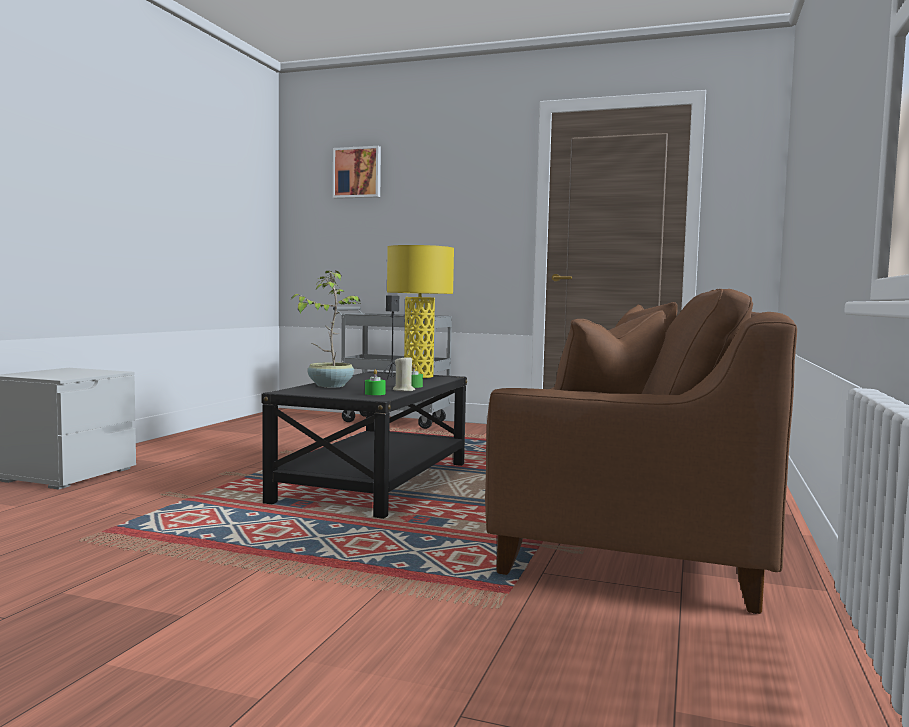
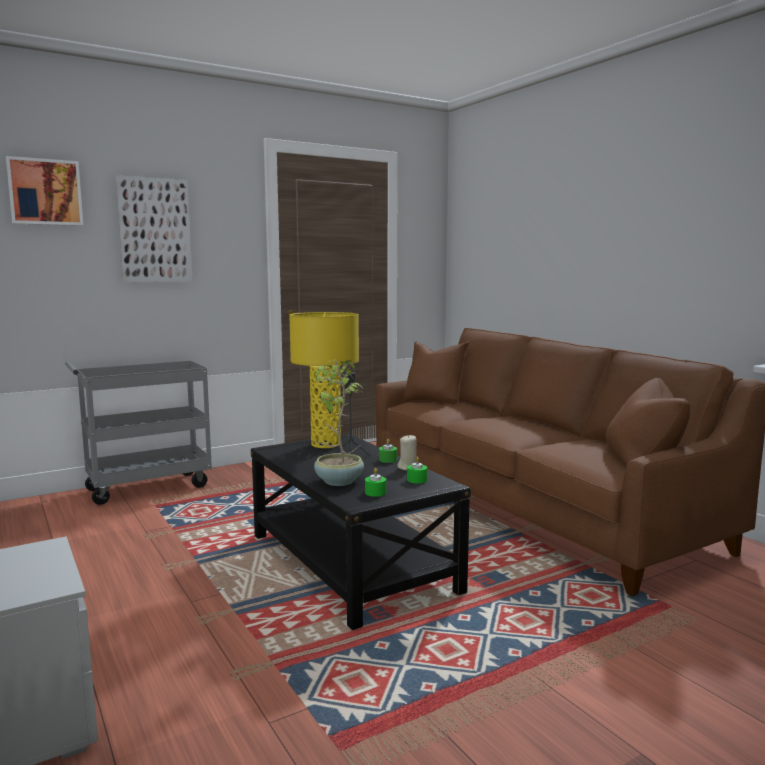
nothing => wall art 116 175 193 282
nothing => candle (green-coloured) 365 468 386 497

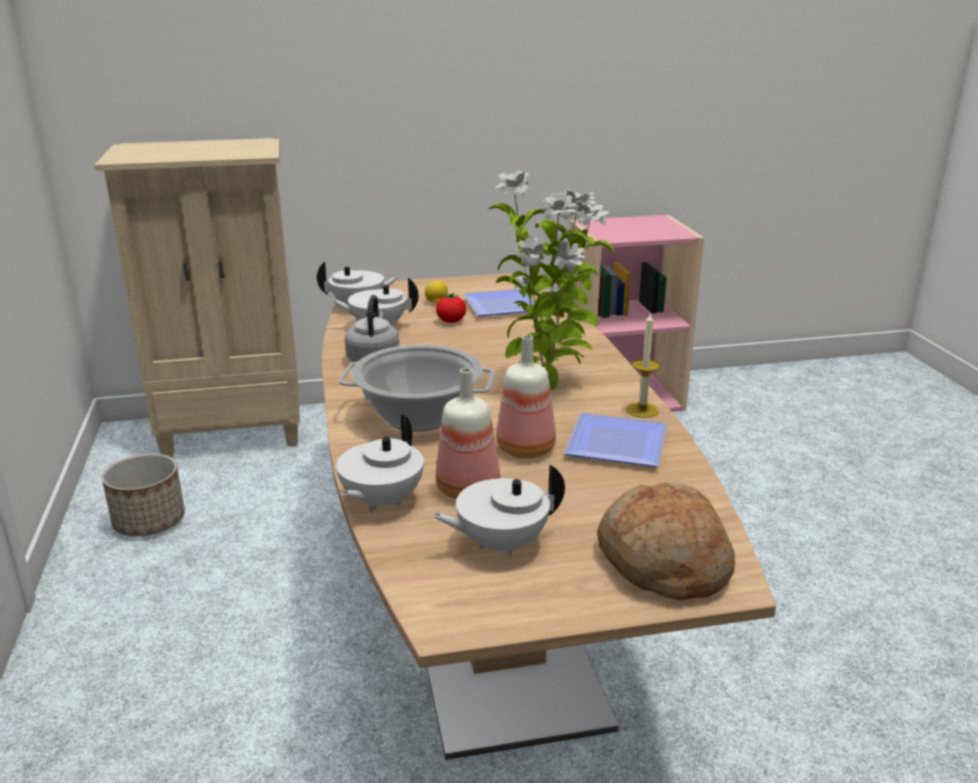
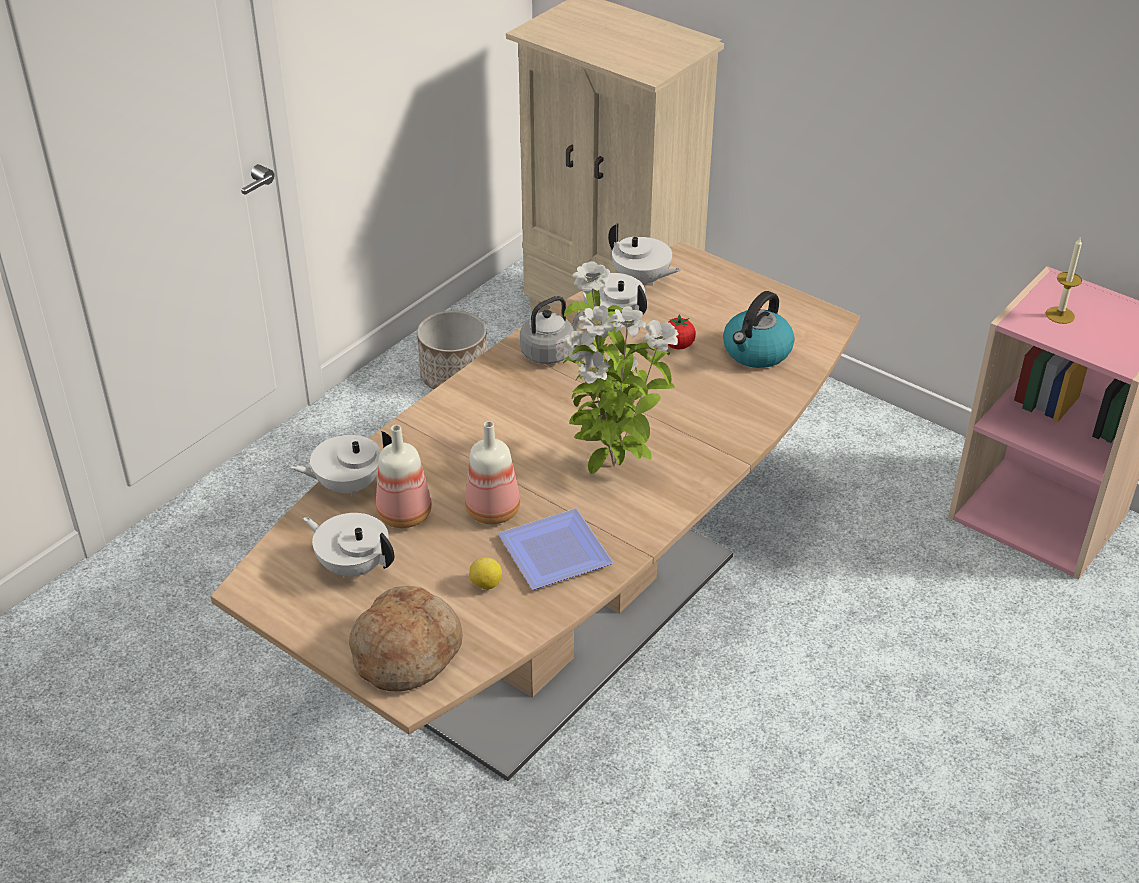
whole lemon 425 280 448 303 => whole lemon 469 558 502 590, moved
flat dish 463 289 536 316 => kettle 723 291 794 368
candle 626 311 660 418 => candle 1046 236 1082 324, moved
cooking pot 339 344 495 432 => nothing

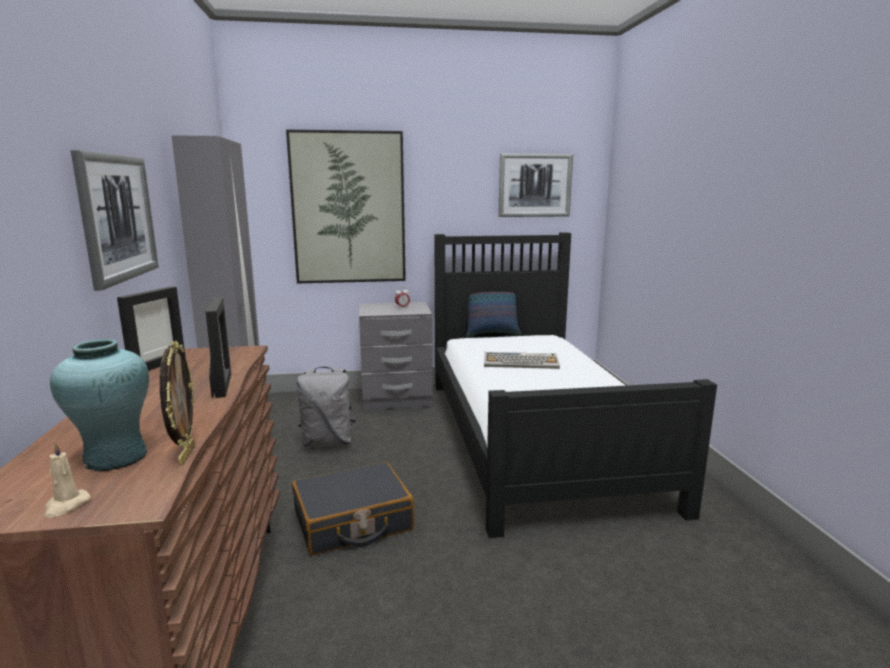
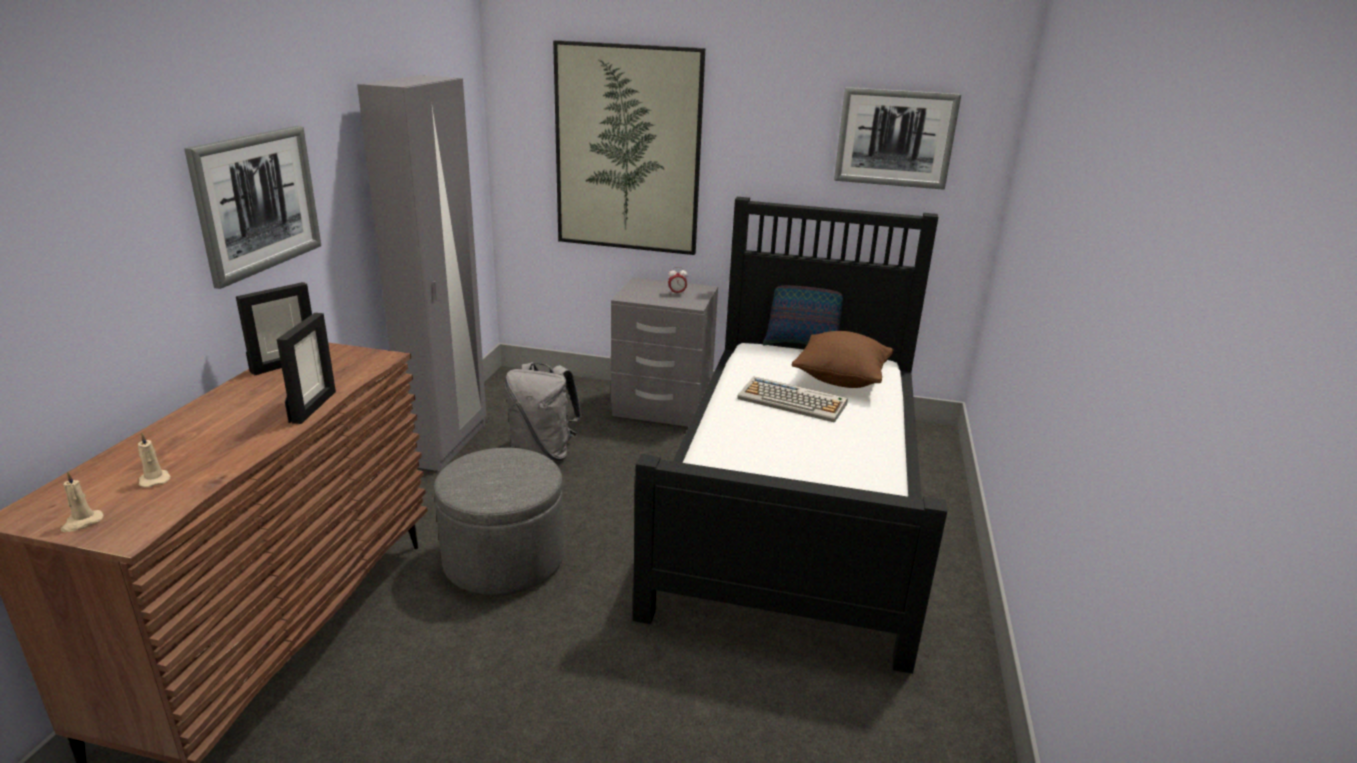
vase (blue-green) 50 339 149 471 => candle (beige-coloured) 138 433 171 487
piece of luggage (black) 292 462 414 555 => footrest (greyish) 434 448 564 596
nothing => throw pillow (brown) 791 331 894 388
picture frame 160 341 195 465 => nothing

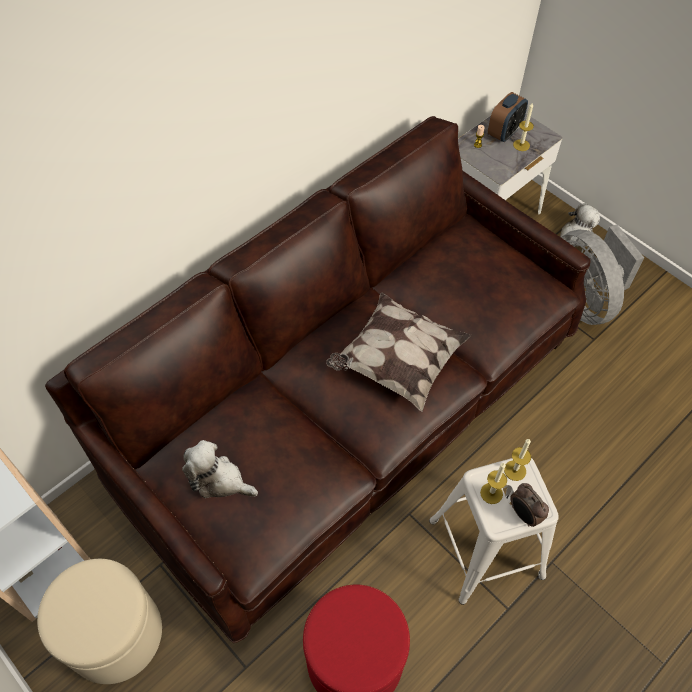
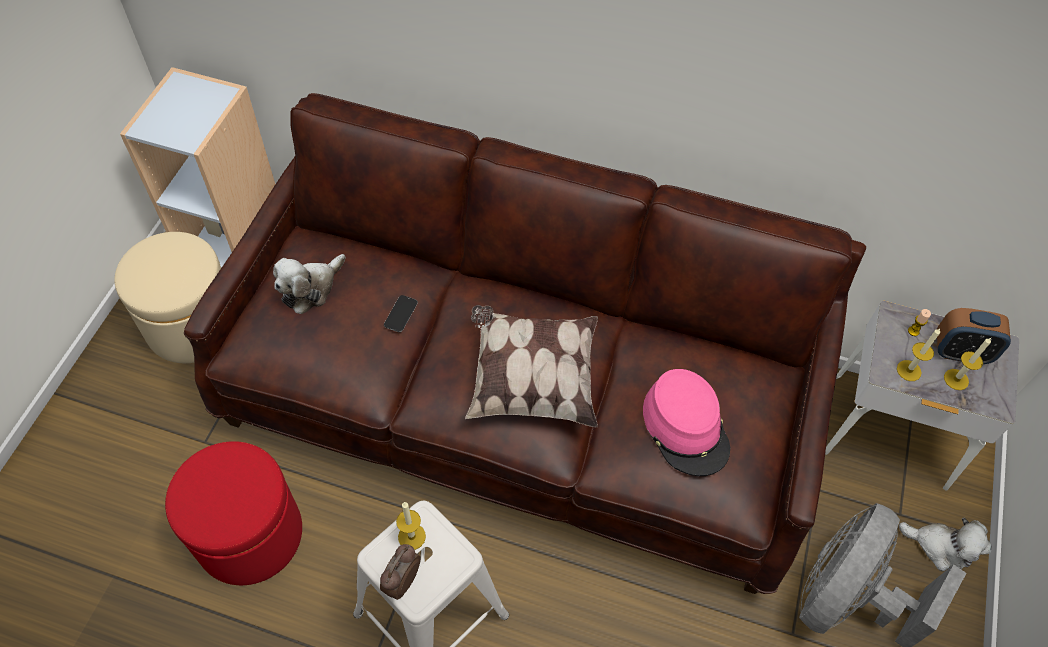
cuddly toy 182 440 258 498 => cuddly toy 273 254 346 314, 135 degrees counterclockwise
nothing => phone 384 295 418 332
nothing => wearable hat (pinkish) 643 369 730 476
candle 504 439 531 481 => candle 897 329 940 381, moved

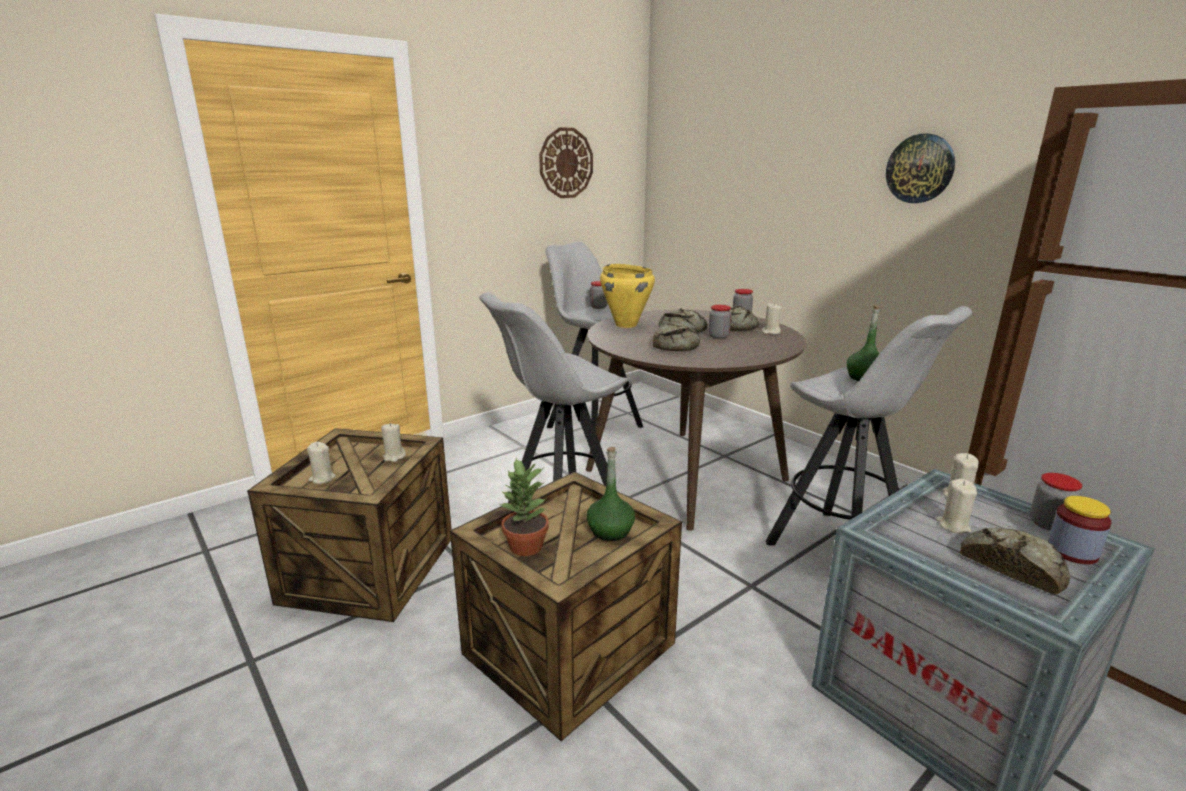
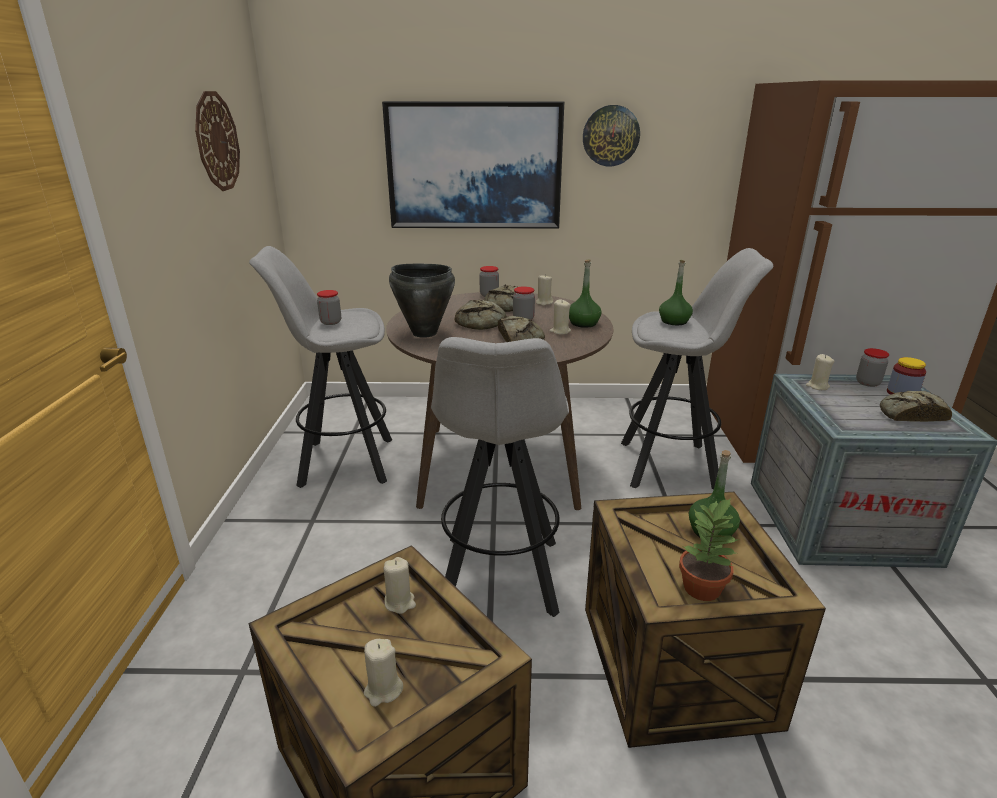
nothing => wall art 382 101 564 229
cooking pot (yellowish) 600 264 655 328 => cooking pot (black) 389 264 455 338
candle (beige-coloured) 936 479 977 534 => candle (beige-coloured) 550 299 571 335, moved
nothing => drink bottle (green-coloured) 569 259 602 328

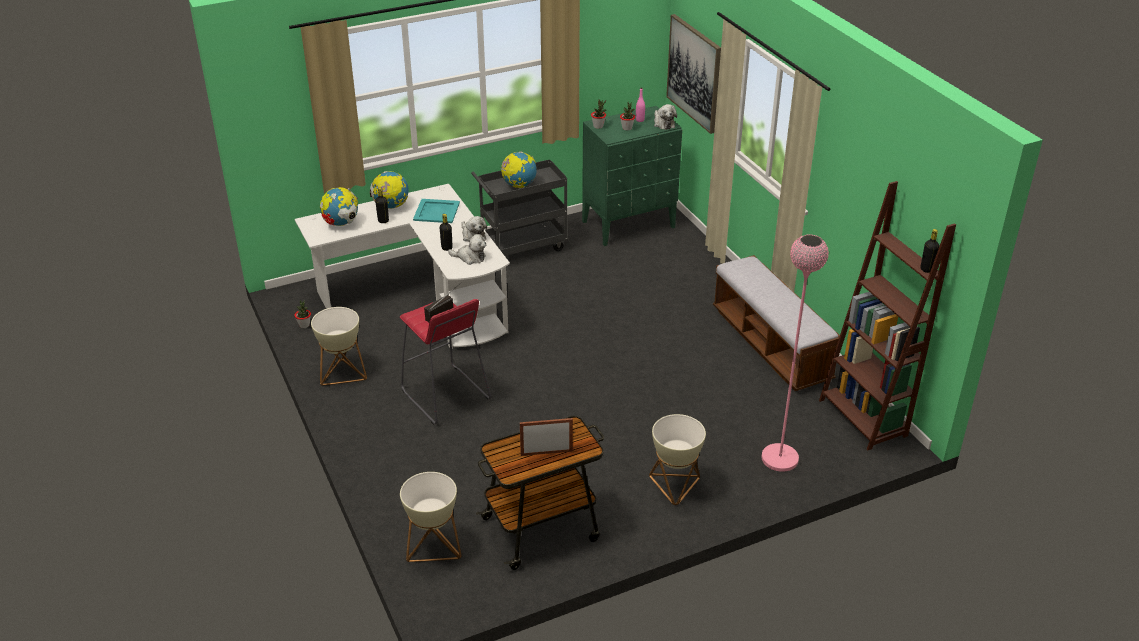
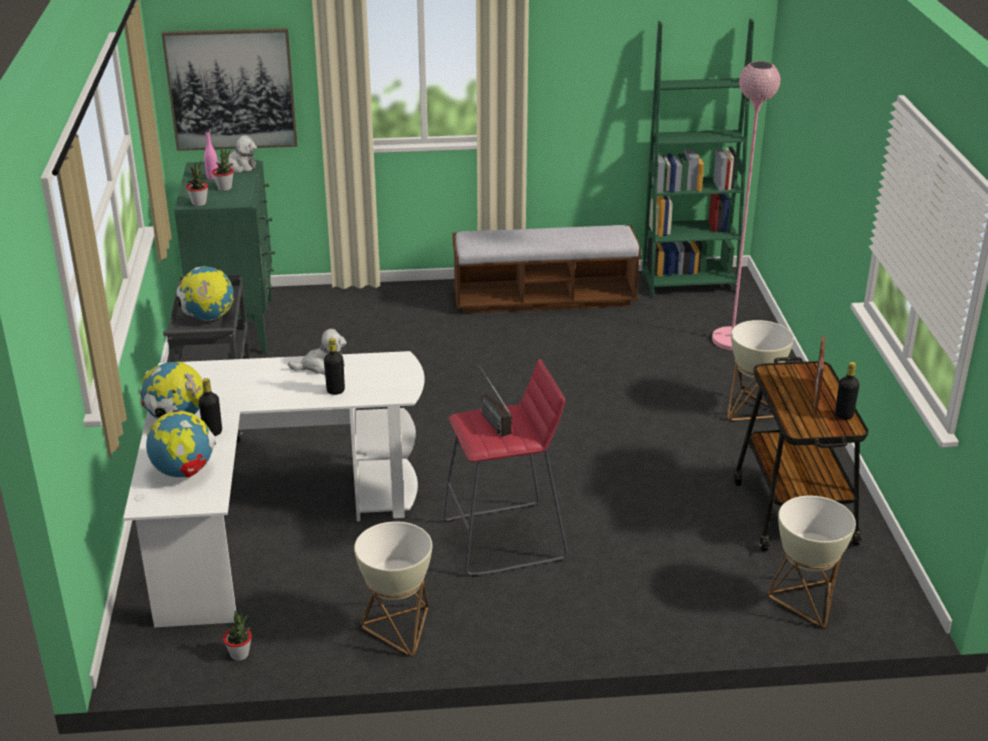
bookcase (brown) 819 181 956 450 => bookcase (green-coloured) 642 19 754 298
drink bottle (black) 921 229 939 273 => drink bottle (black) 835 362 860 420, moved
tray (blue-green) 413 199 460 223 => nothing
cuddly toy 448 234 486 265 => nothing

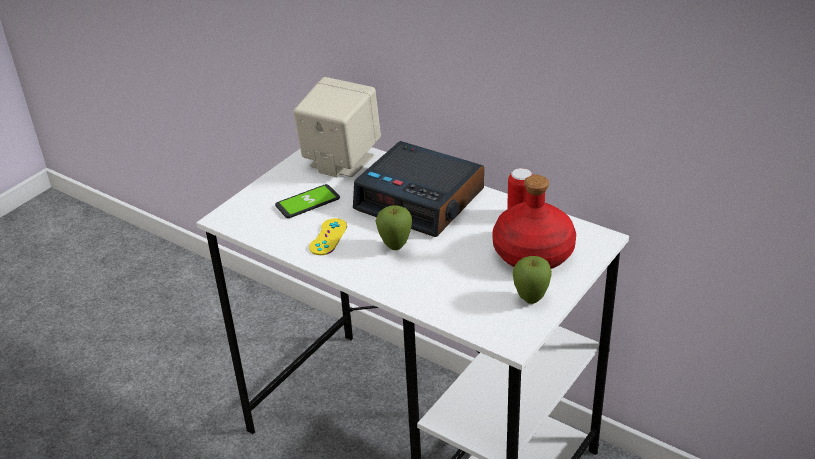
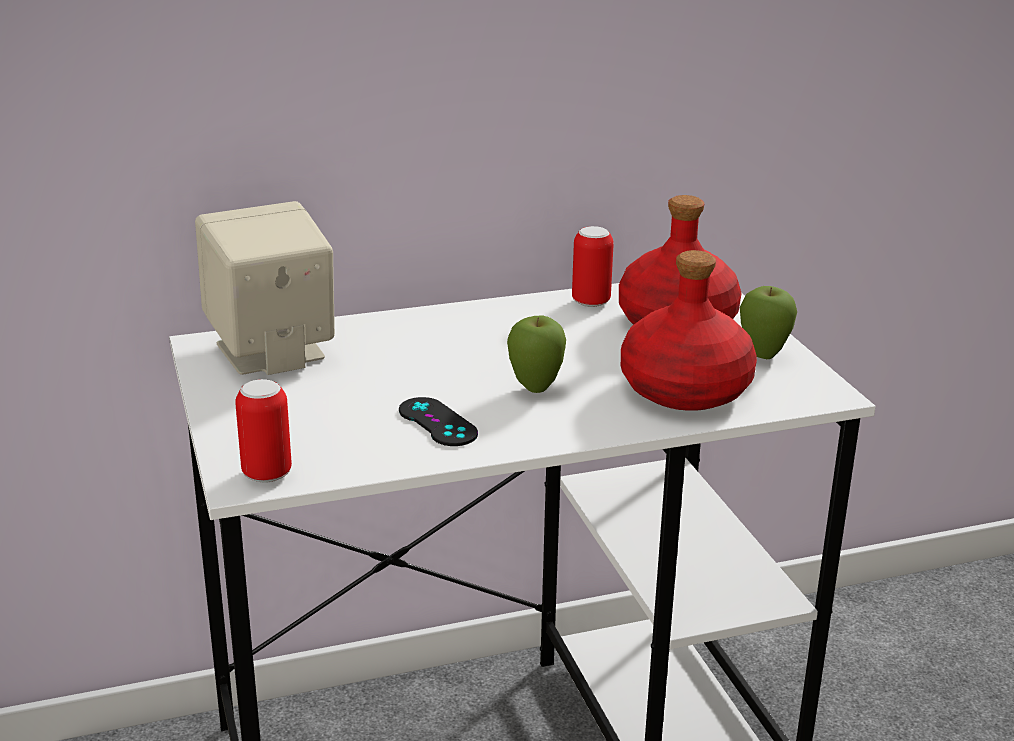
nothing => can 235 379 292 483
joypad (yellowish) 309 218 347 255 => joypad (black) 399 397 478 446
nothing => drink bottle (reddish) 621 250 757 411
phone 275 184 340 218 => nothing
table clock 353 141 484 237 => nothing

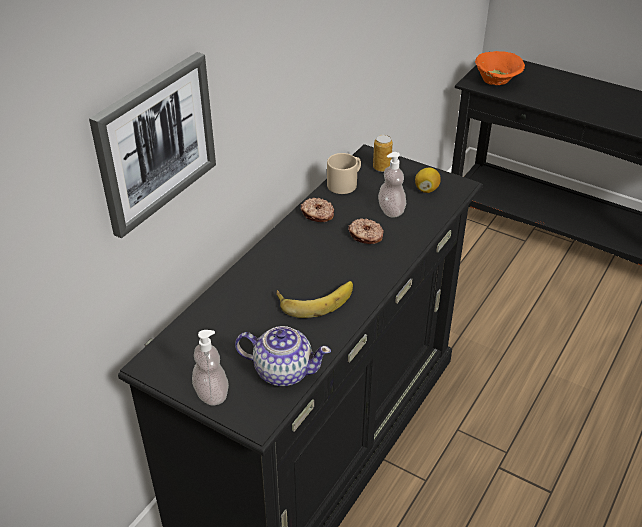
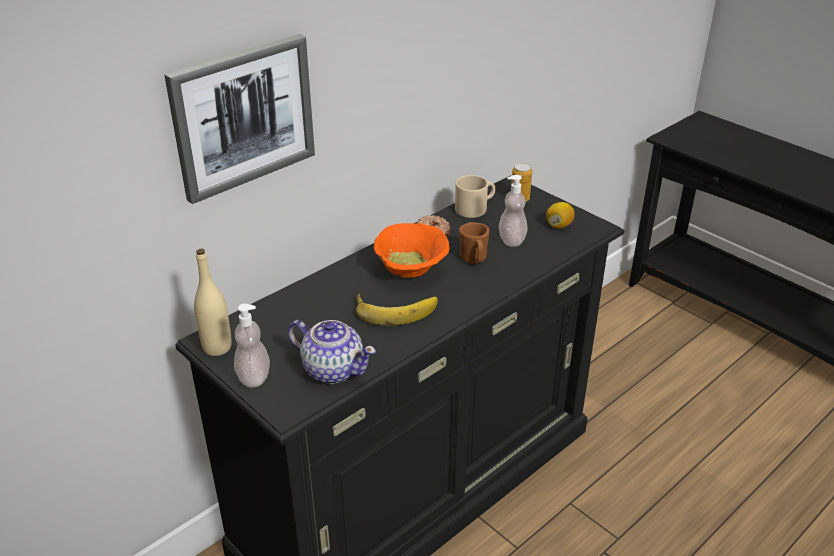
nothing => drink bottle (beige-coloured) 194 249 232 356
bowl (orangey) 475 51 525 85 => bowl (orangey) 374 223 449 278, moved
ring doughnut 348 218 384 244 => coffee mug (brown) 459 222 489 264

